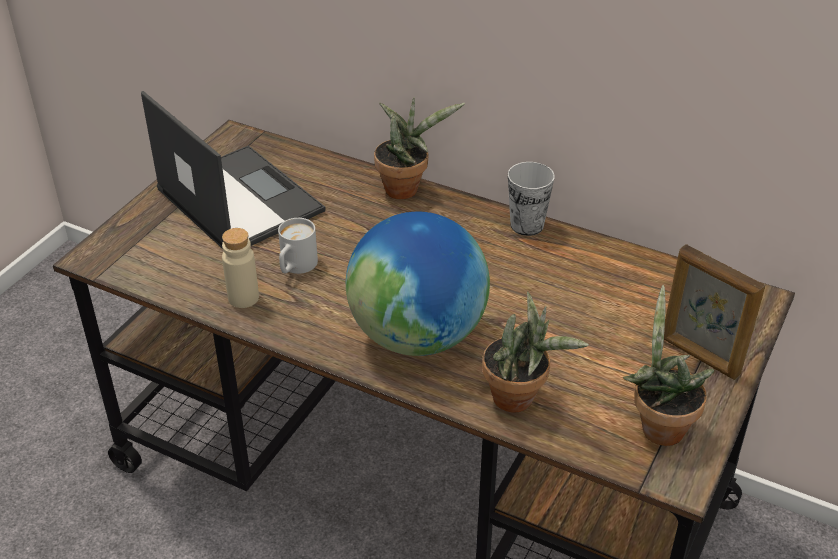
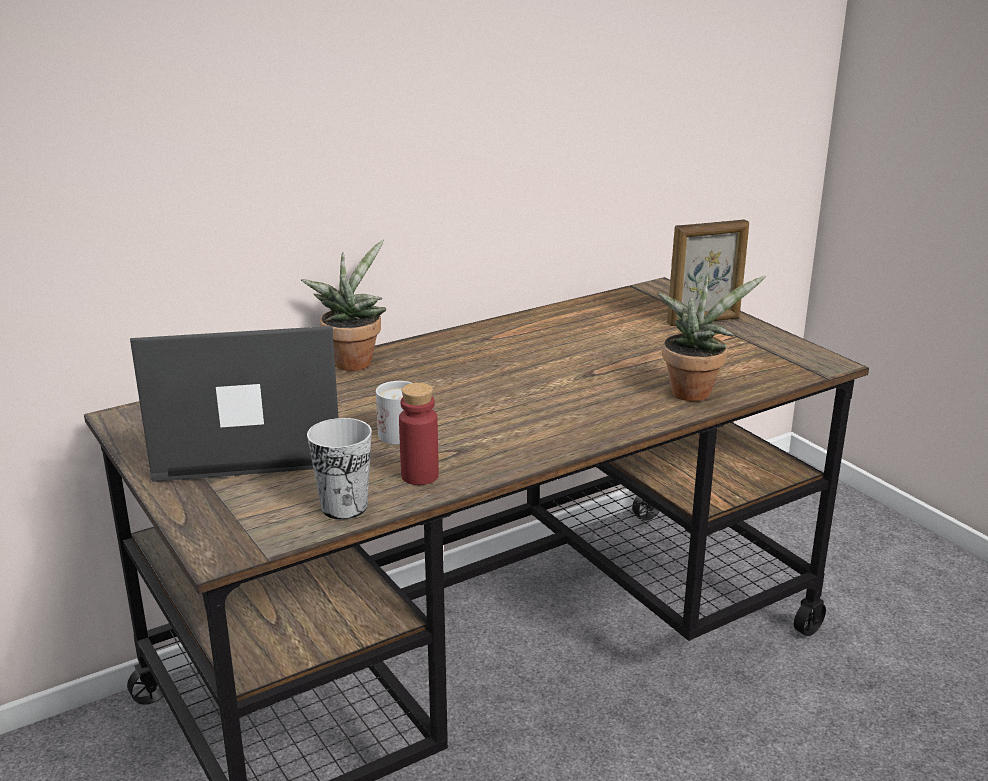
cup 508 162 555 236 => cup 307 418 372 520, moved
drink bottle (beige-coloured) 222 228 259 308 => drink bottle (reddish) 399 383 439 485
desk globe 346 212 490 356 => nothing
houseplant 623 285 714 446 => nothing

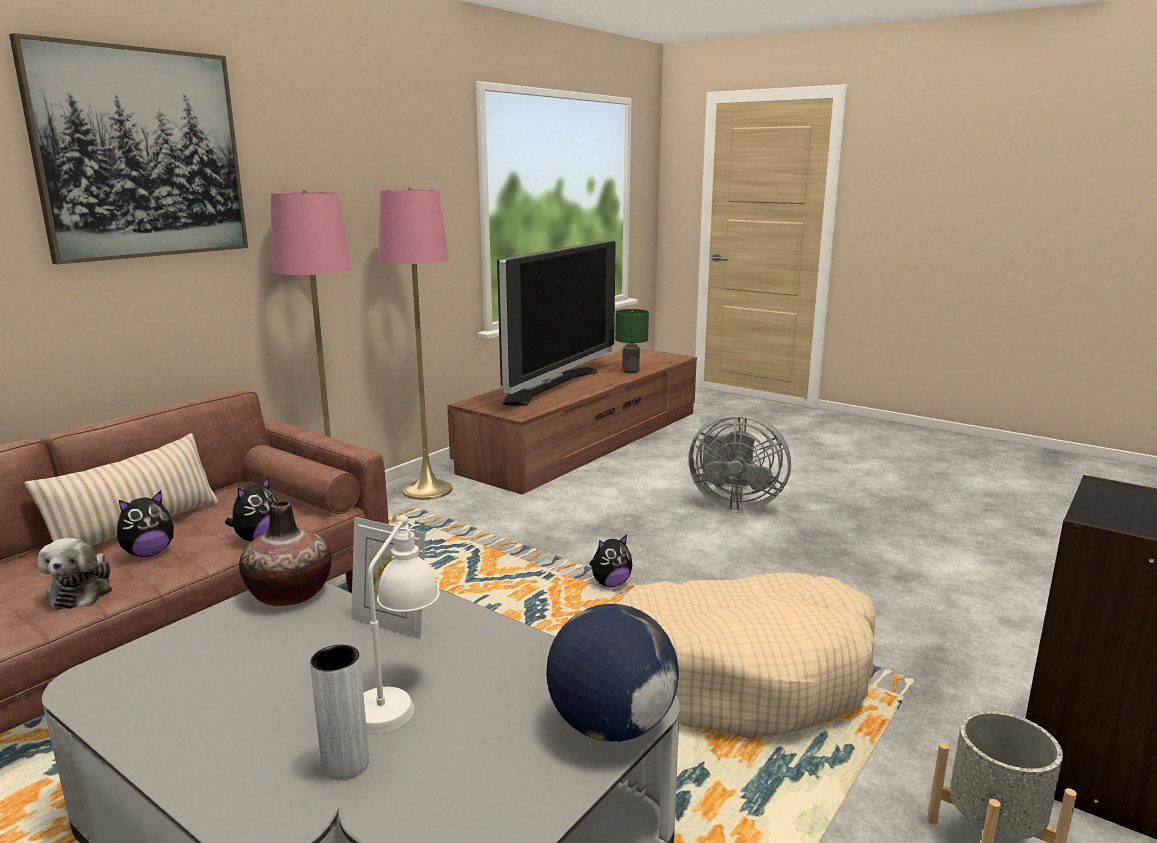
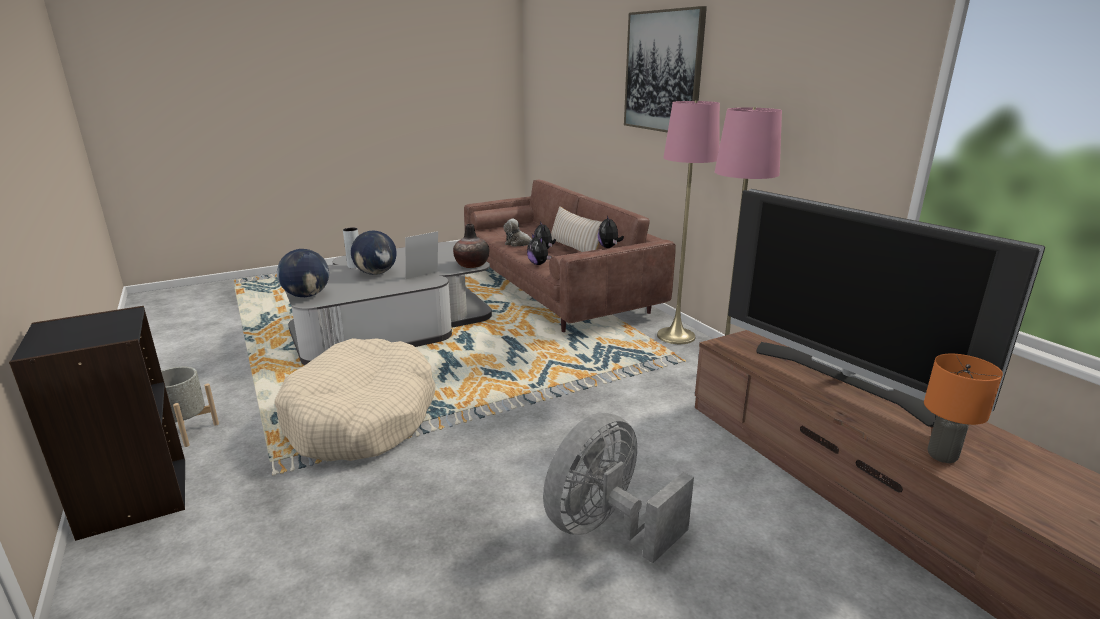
lamp for a table (white-coloured) 363 515 440 734 => desk globe 351 230 397 275
cuddly toy 589 534 633 587 => cuddly toy 598 216 624 248, moved
lamp for a table (green-coloured) 615 309 649 373 => lamp for a table (orangey) 924 354 1003 463

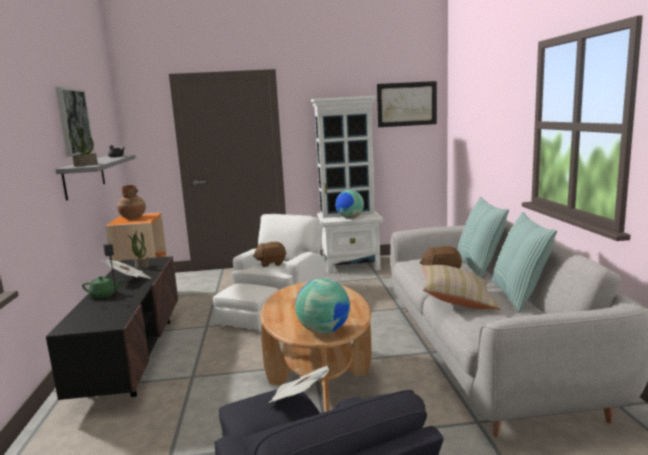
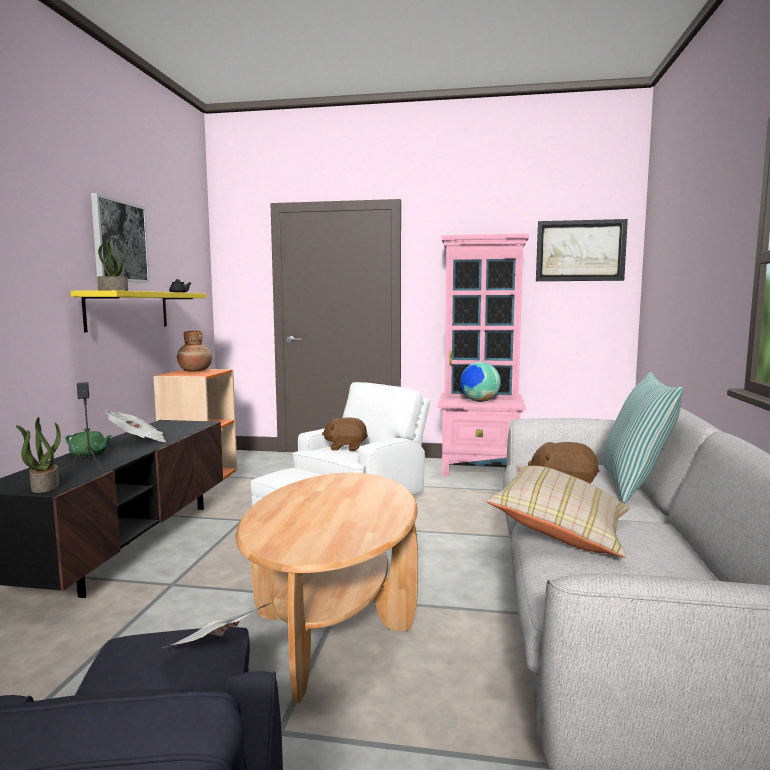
houseplant 127 230 150 269 => houseplant 16 417 61 493, moved
wall shelf (greyish) 56 155 136 201 => wall shelf (yellowish) 70 290 206 332
storage cabinet (white-coloured) 311 96 383 274 => storage cabinet (pinkish) 438 233 529 477
desk globe 295 278 350 334 => nothing
throw pillow 492 212 557 313 => nothing

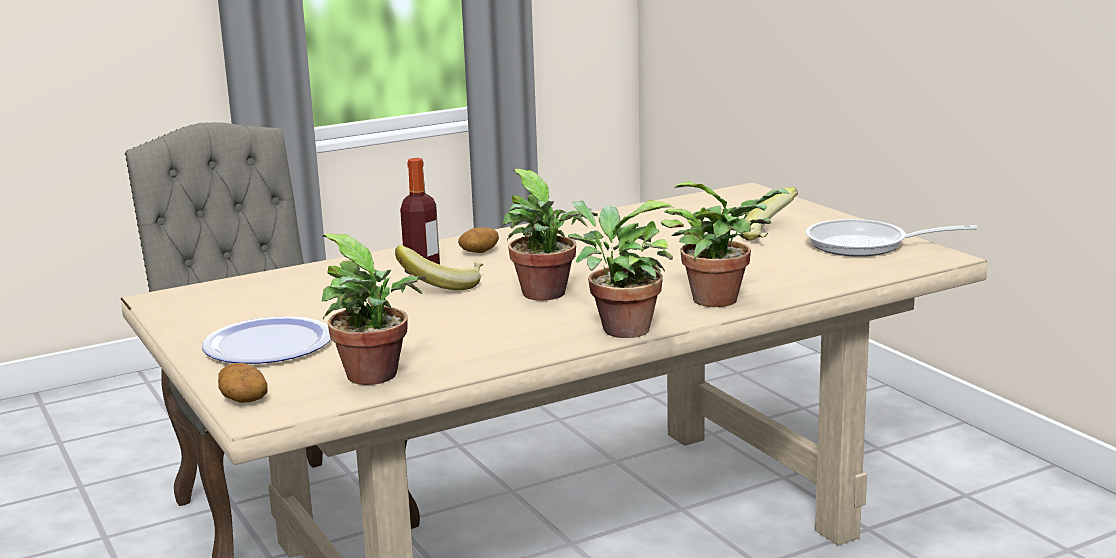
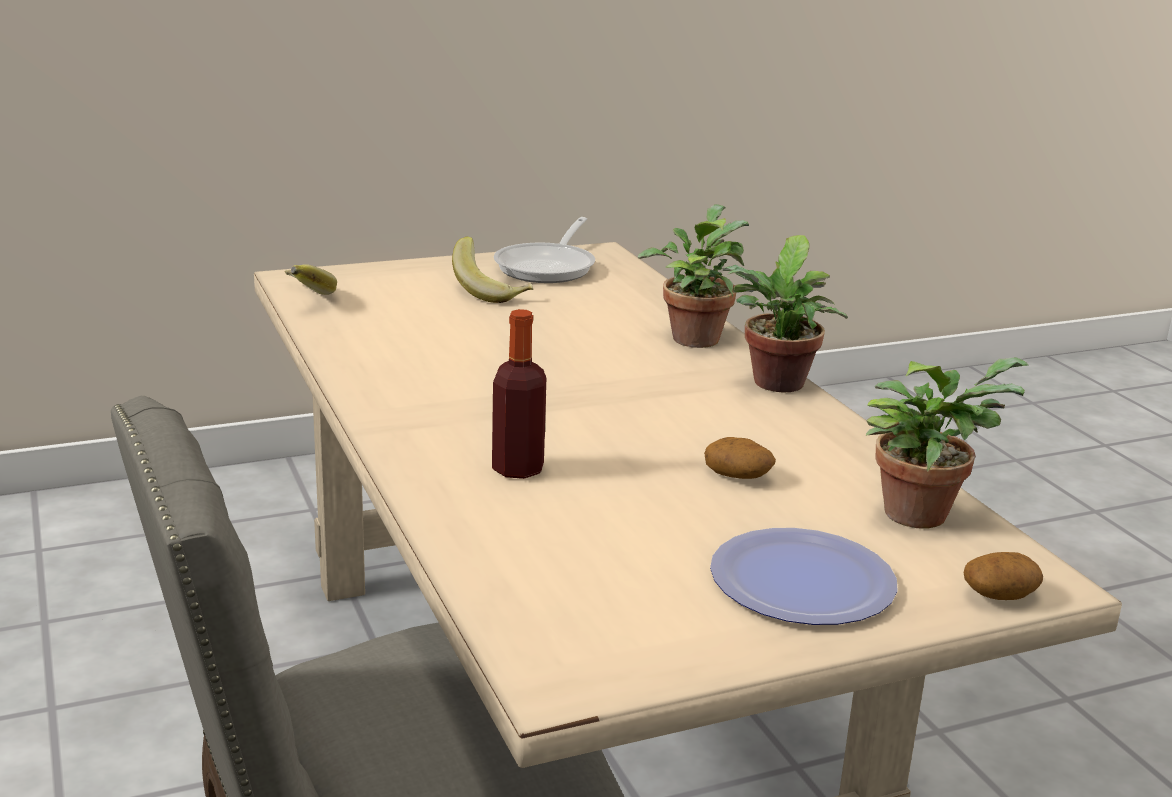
banana 395 246 483 290 => banana 284 264 337 295, moved
whole potato 458 227 499 253 => whole potato 704 437 776 479, moved
houseplant 503 169 598 301 => nothing

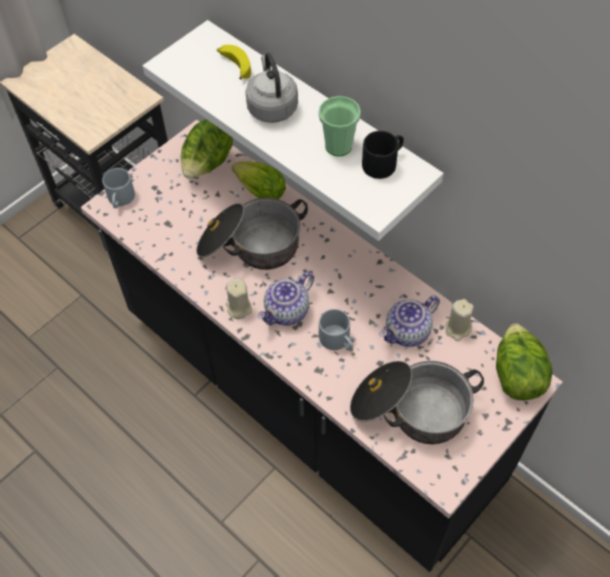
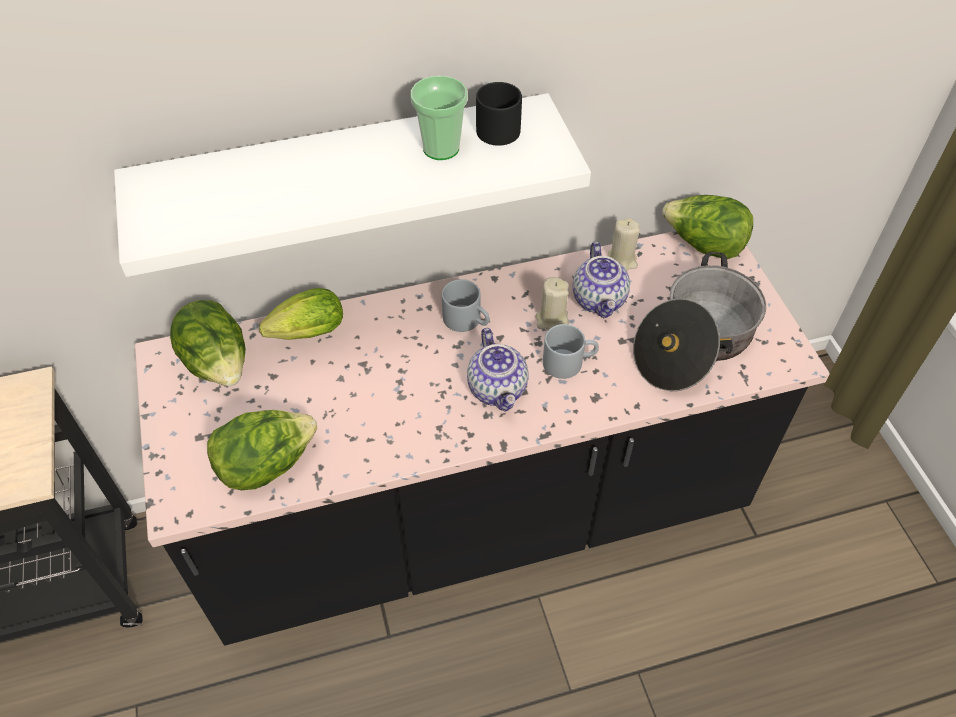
nothing => lettuce 207 410 317 490
coffee mug (greyish) 102 168 135 208 => coffee mug (greyish) 442 279 490 332, moved
candle (beige-coloured) 226 278 252 319 => candle (beige-coloured) 535 277 569 330, moved
cooking pot 196 197 308 270 => nothing
banana 217 45 251 80 => nothing
kettle (greyish) 245 53 298 123 => nothing

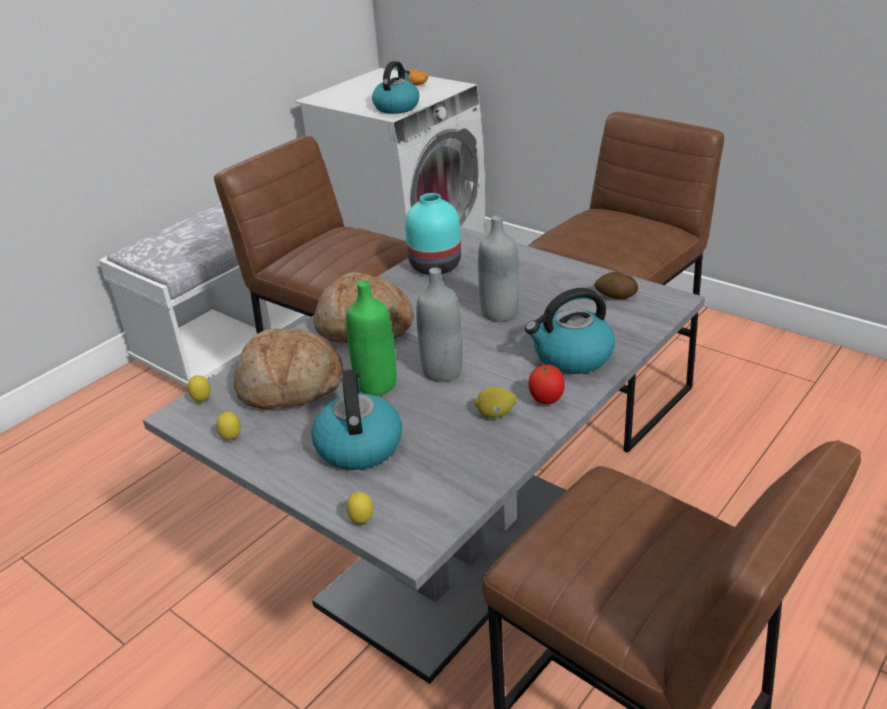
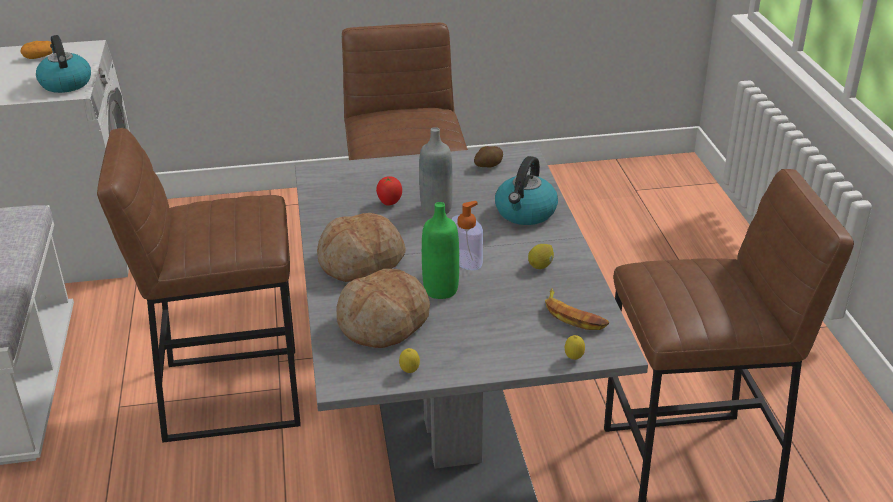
whole tomato 528 365 565 404 => whole tomato 376 176 402 206, moved
drink bottle (greyish) 416 268 463 382 => liquid soap bottle 452 201 483 271
nothing => banana 545 288 609 330
whole lemon 188 375 211 402 => nothing
kettle 311 370 402 470 => nothing
vase (blue-green) 405 193 461 275 => nothing

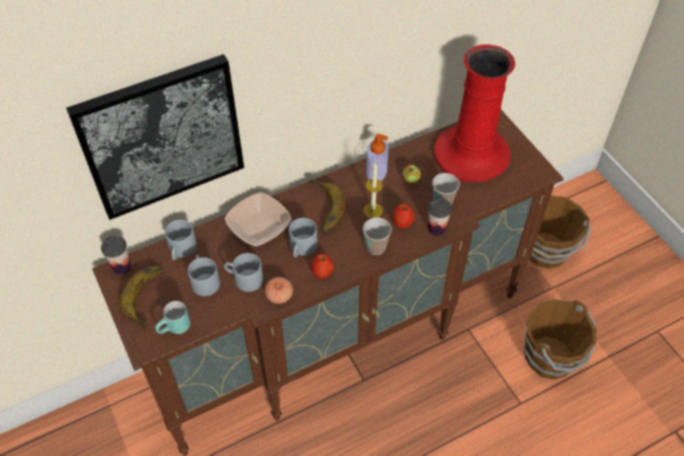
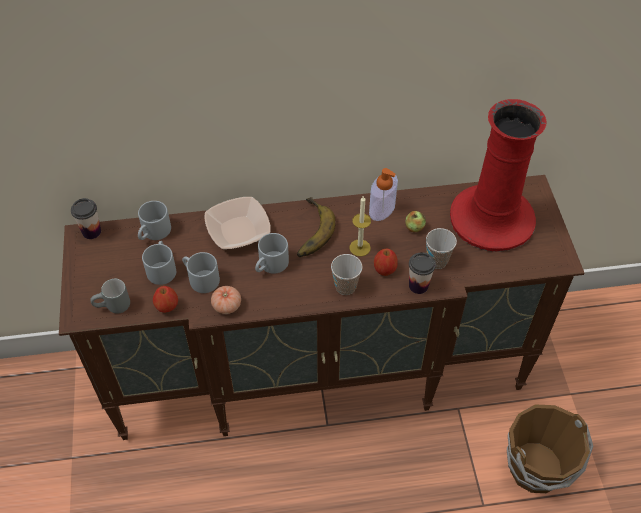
coffee mug (blue-green) 155 301 190 334 => coffee mug (greyish) 90 279 130 314
whole apple 311 254 334 279 => whole apple 153 286 178 313, moved
wall art 66 54 244 220 => nothing
banana 120 266 163 328 => nothing
water bucket (brown) 530 195 591 269 => nothing

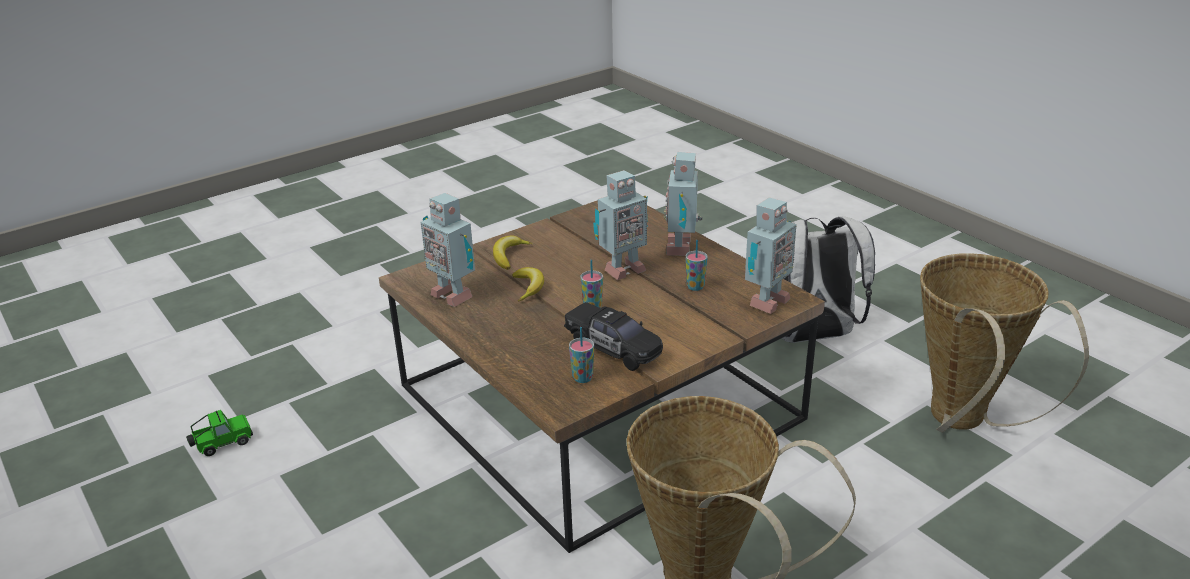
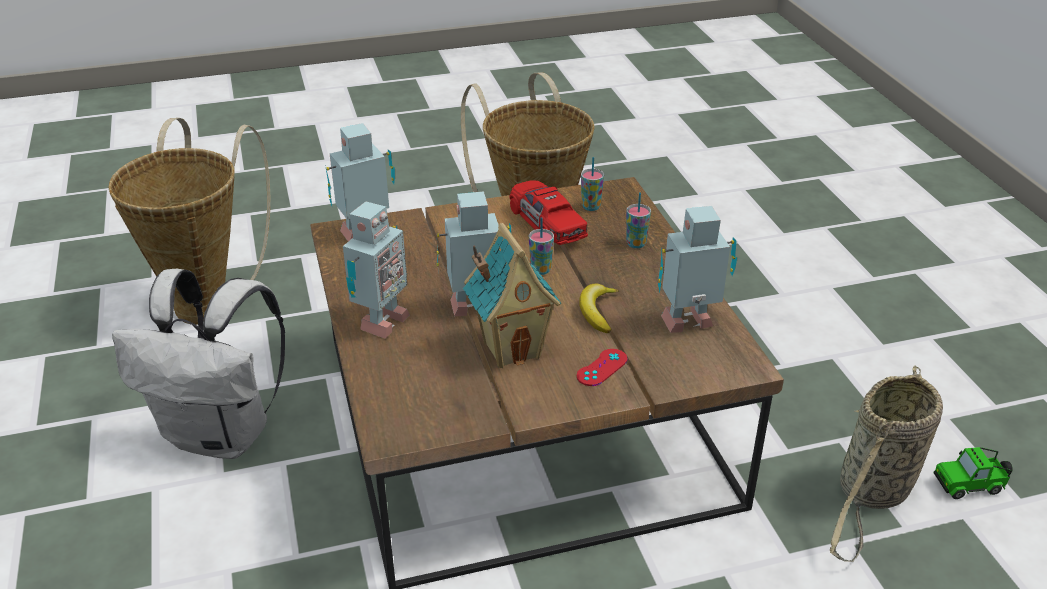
nothing => miniature house 463 223 561 368
model car (black) 564 302 663 371 => model car (reddish) 509 180 588 245
banana 493 236 532 270 => joypad (reddish) 577 349 628 386
cup 685 240 708 291 => cup 626 192 651 248, moved
toy robot 421 193 475 307 => toy robot 658 206 737 333, 75 degrees counterclockwise
nothing => basket 830 366 943 562

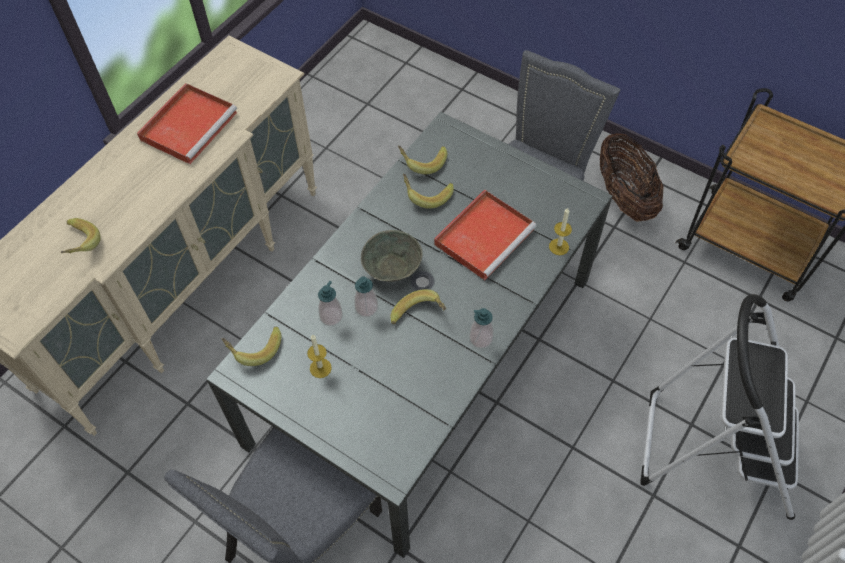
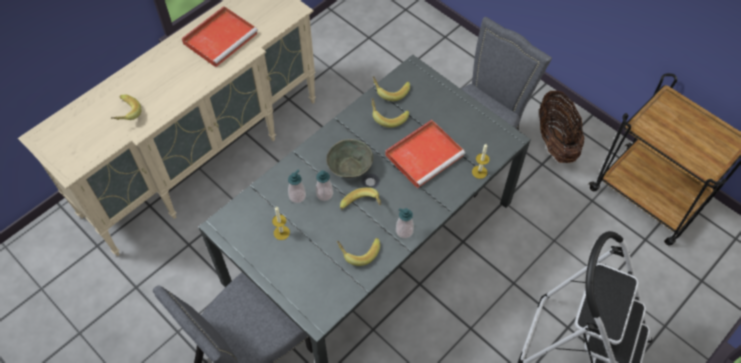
banana 222 327 281 366 => banana 337 238 380 266, moved

